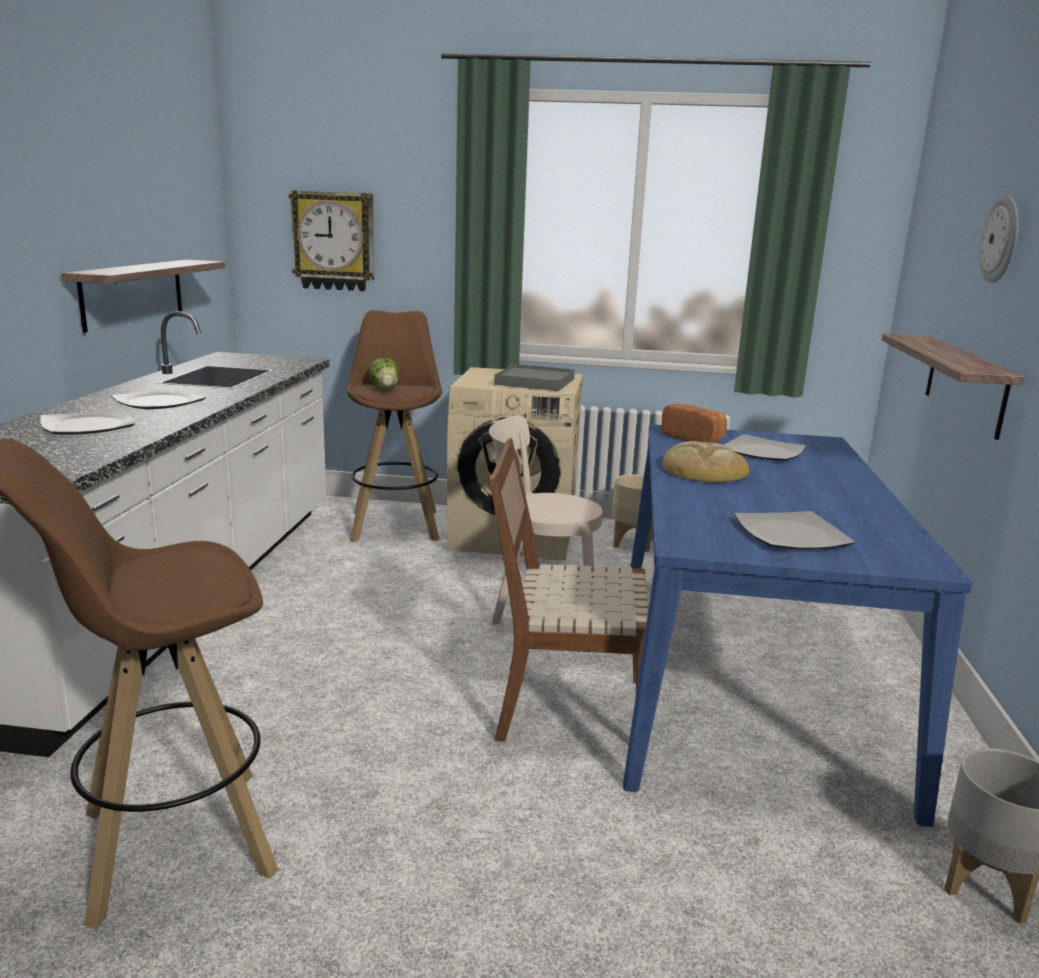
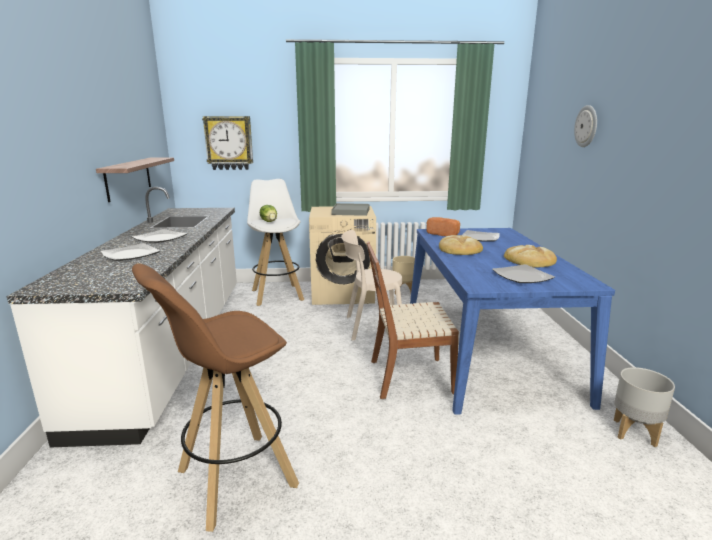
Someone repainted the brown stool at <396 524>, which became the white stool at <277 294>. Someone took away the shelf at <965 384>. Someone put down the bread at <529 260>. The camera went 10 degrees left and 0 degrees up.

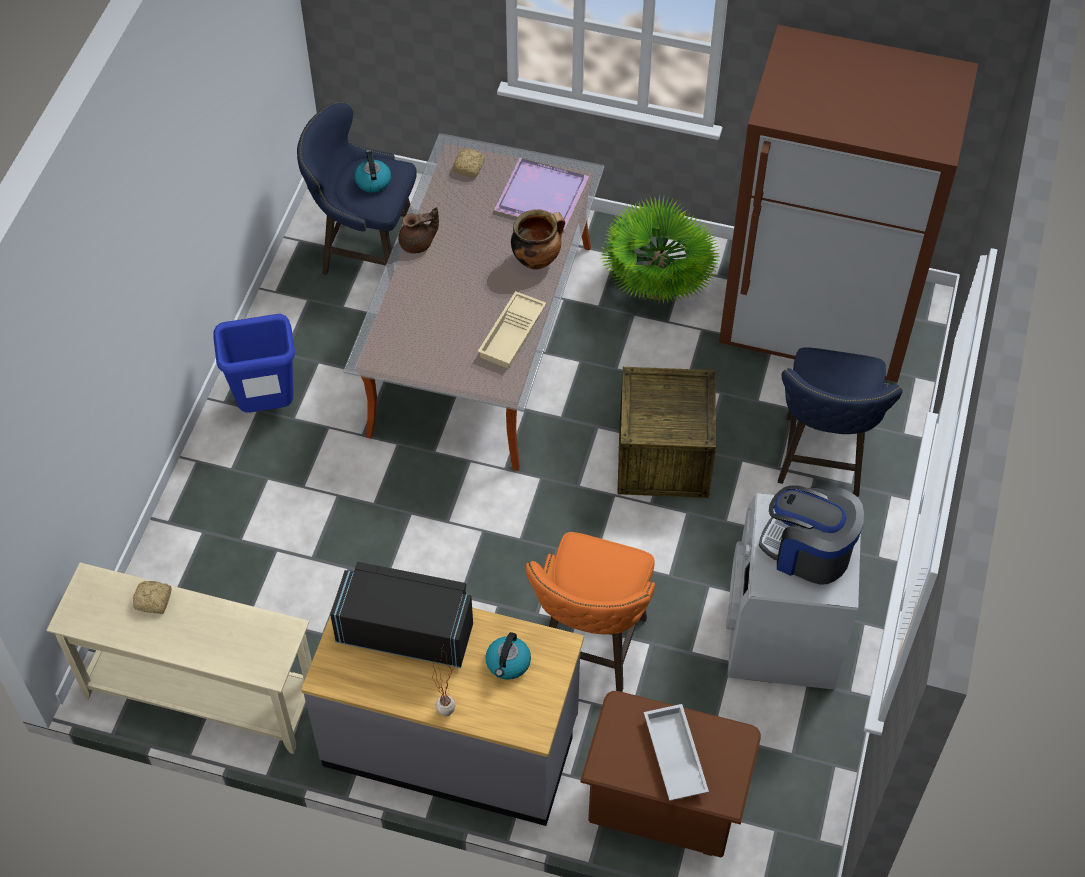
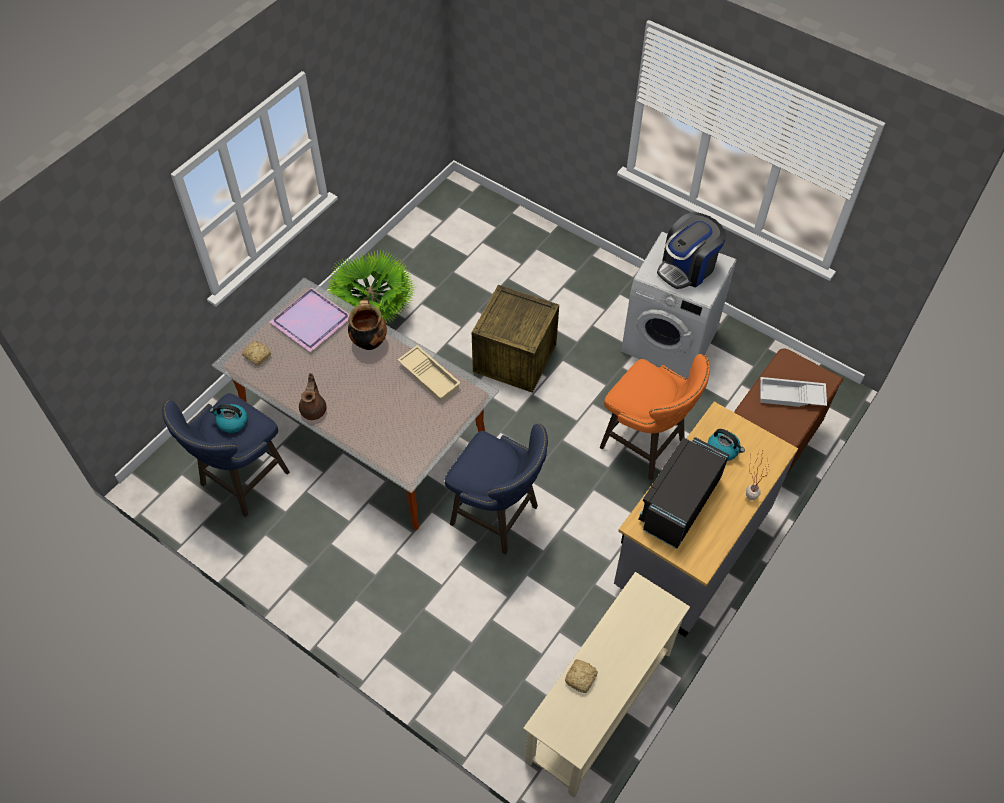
Someone took away the brown fridge at <820 315>. Someone took away the blue trash can at <266 406>. Someone carried the blue stool from <821 460> to <498 517>. The camera went 70 degrees left and 0 degrees up.

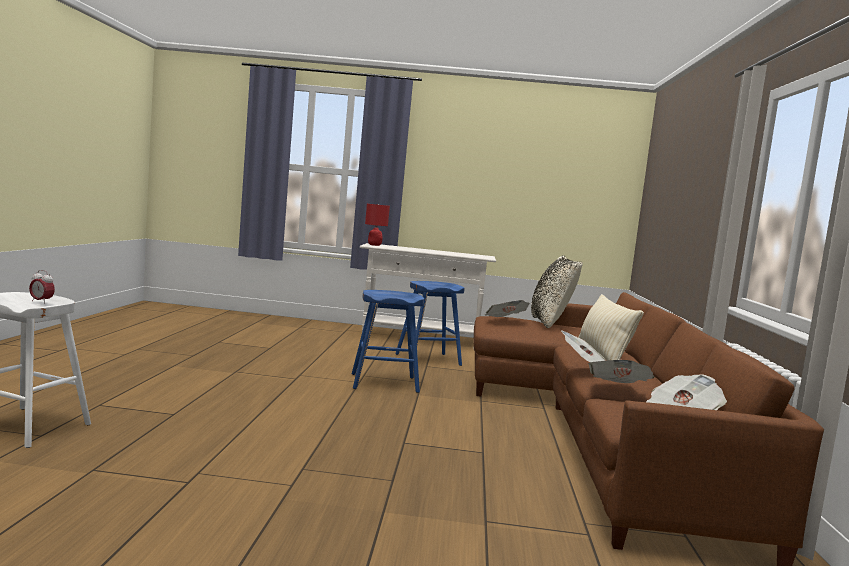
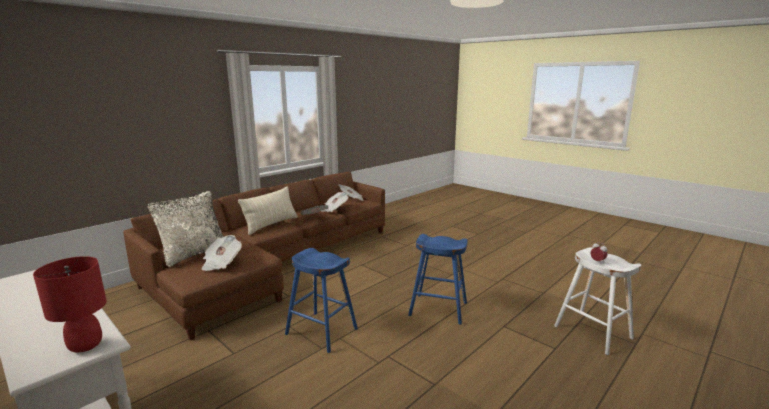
Someone carried the blue stool from <427 360> to <438 309>. The camera went 140 degrees left and 10 degrees up.

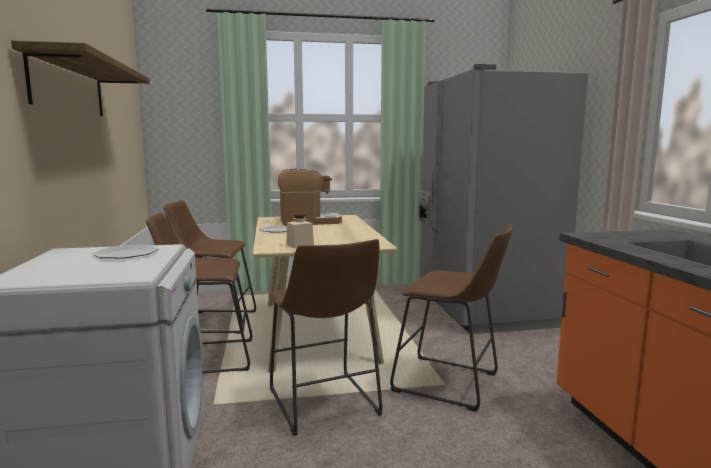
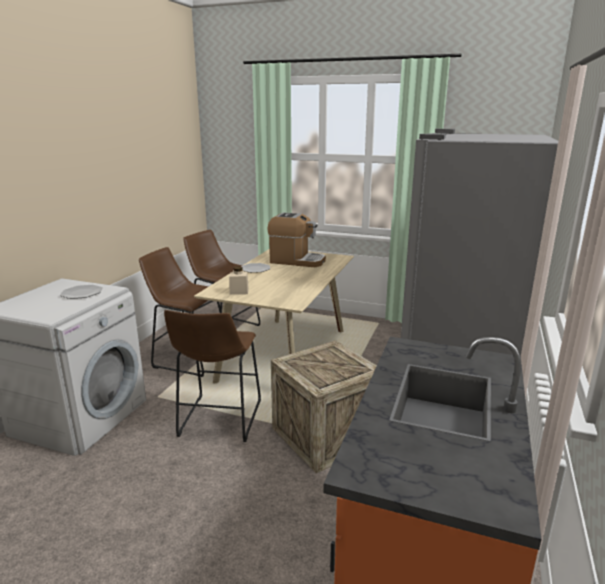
Someone took away the shelf at <69 87>. Someone swapped the brown stool at <451 384> for the crate at <326 435>. The camera went 30 degrees right and 10 degrees up.

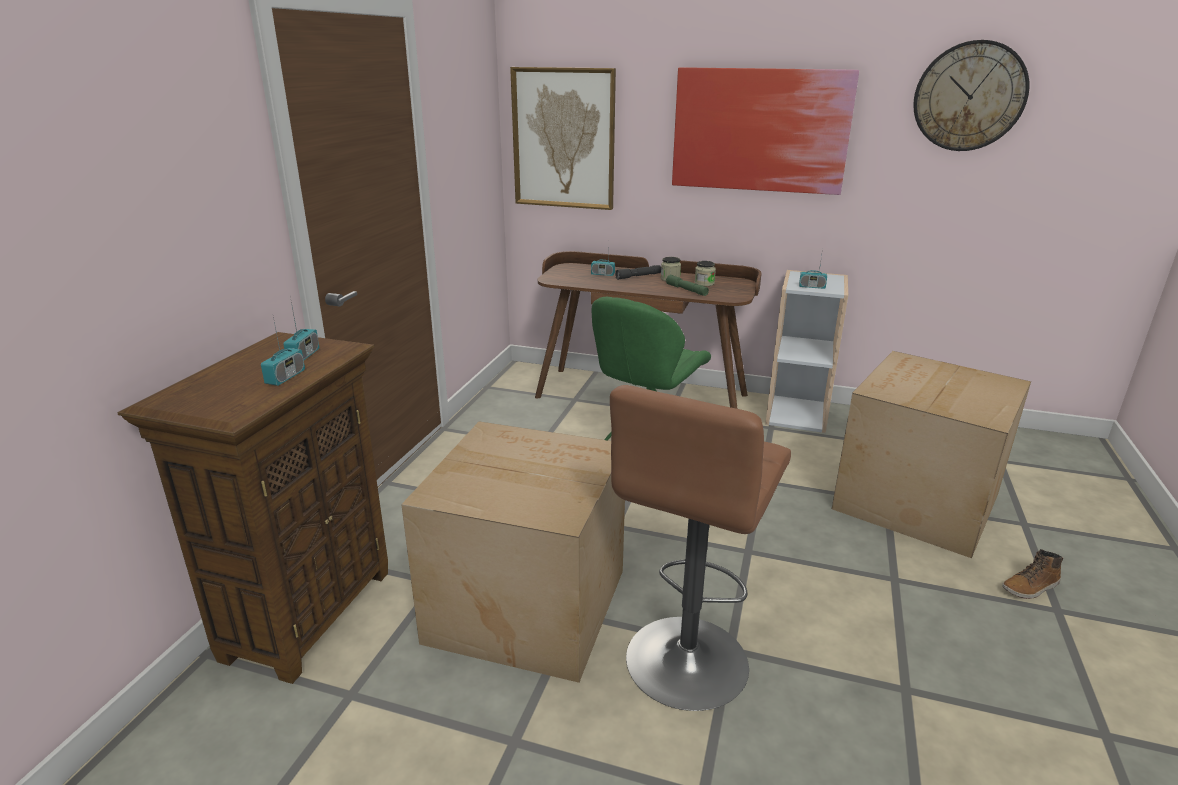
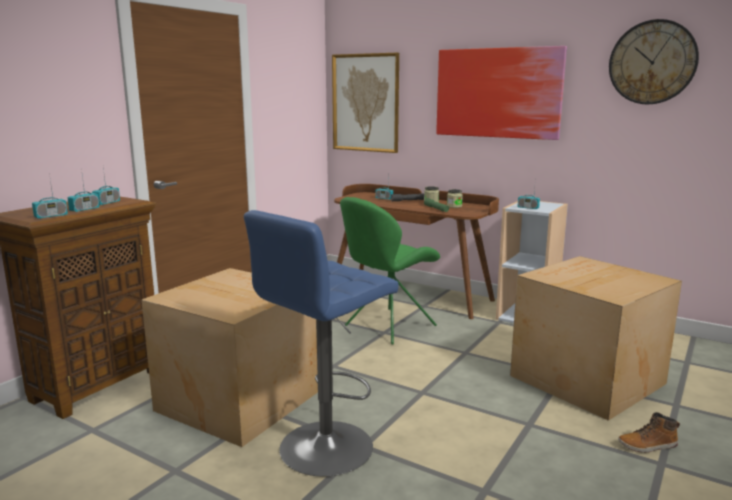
Someone repainted the brown stool at <685 662>, which became the blue stool at <325 447>. Someone put down the radio at <51 216>. The camera went 15 degrees right and 10 degrees down.

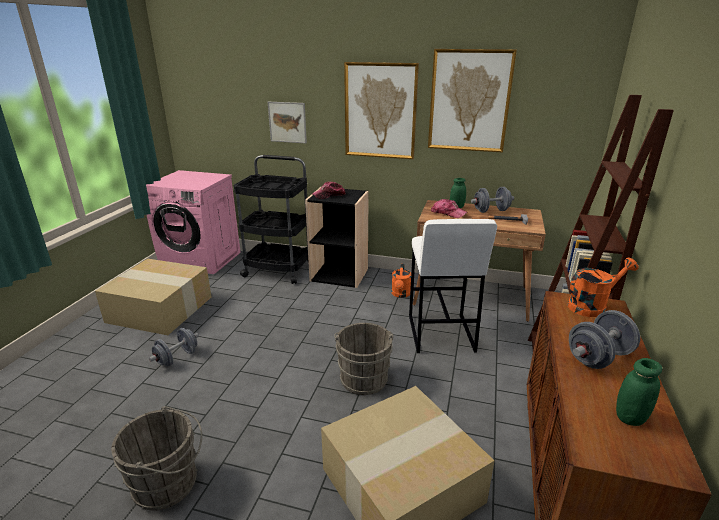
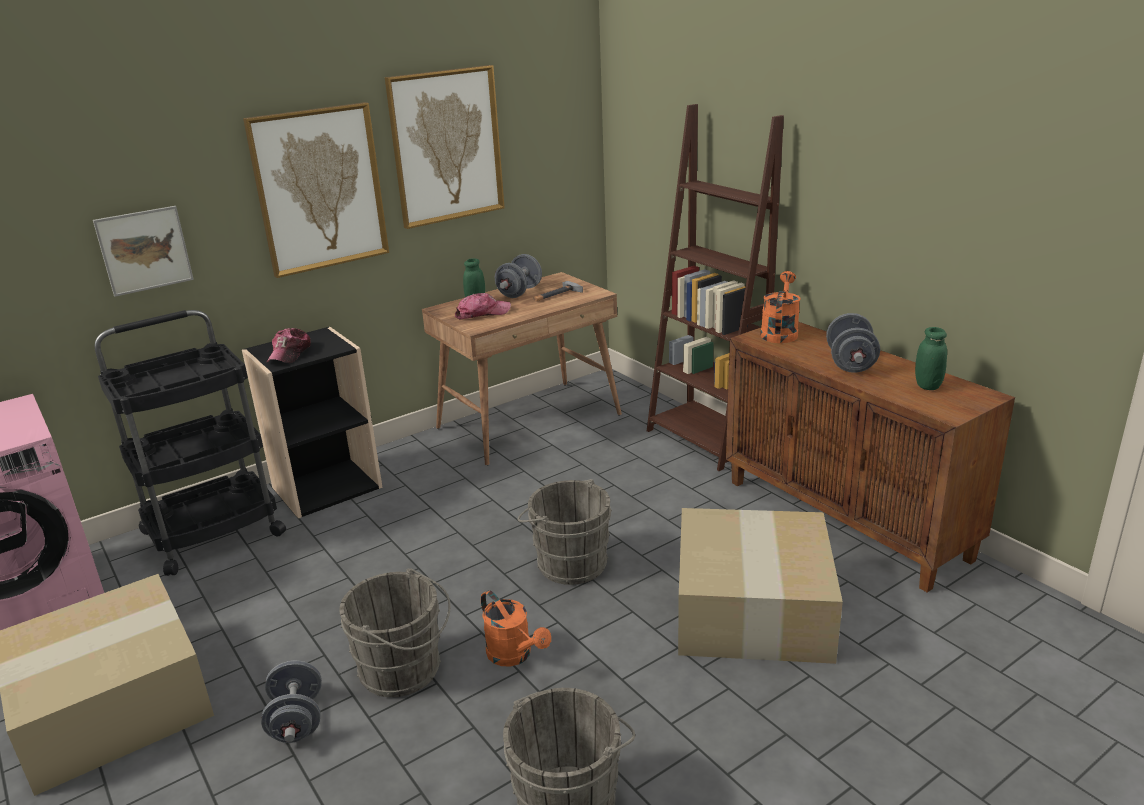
Someone took away the white stool at <441 334>. Someone carried the orange watering can from <400 294> to <514 655>. Someone put down the grey bucket at <405 670>. The camera went 50 degrees left and 0 degrees up.

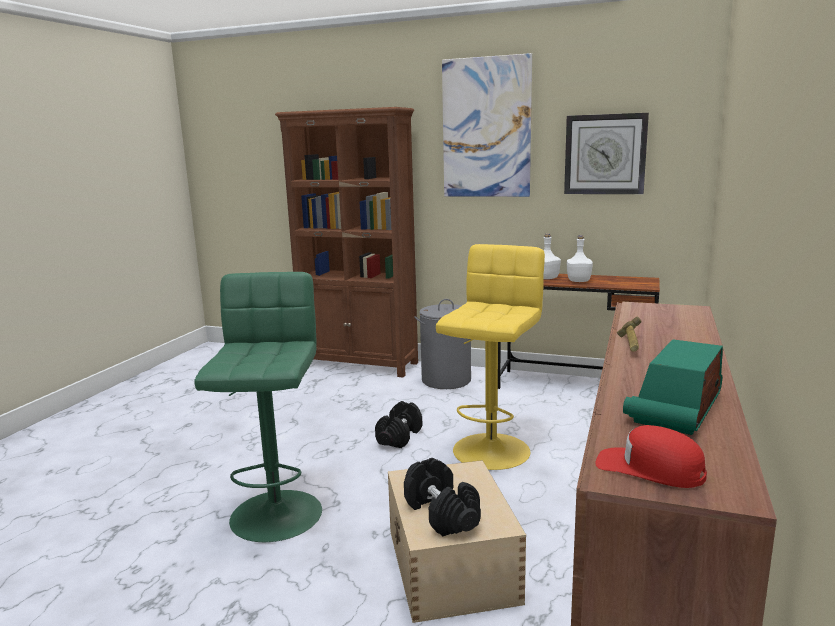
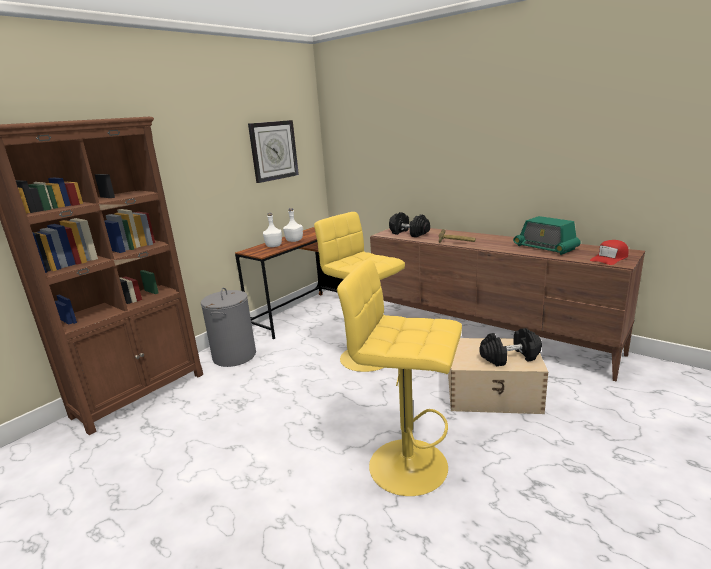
Someone took away the picture at <486 128>. Someone repainted the green stool at <277 515>, which became the yellow stool at <407 465>. Someone carried the black dumbbell from <399 437> to <409 233>. The camera went 70 degrees left and 5 degrees up.

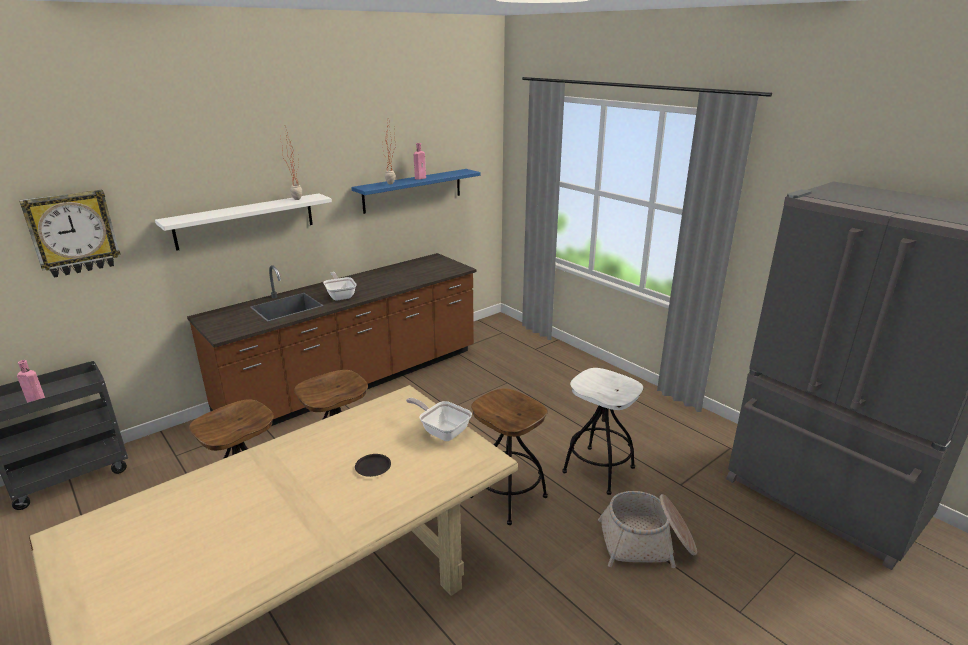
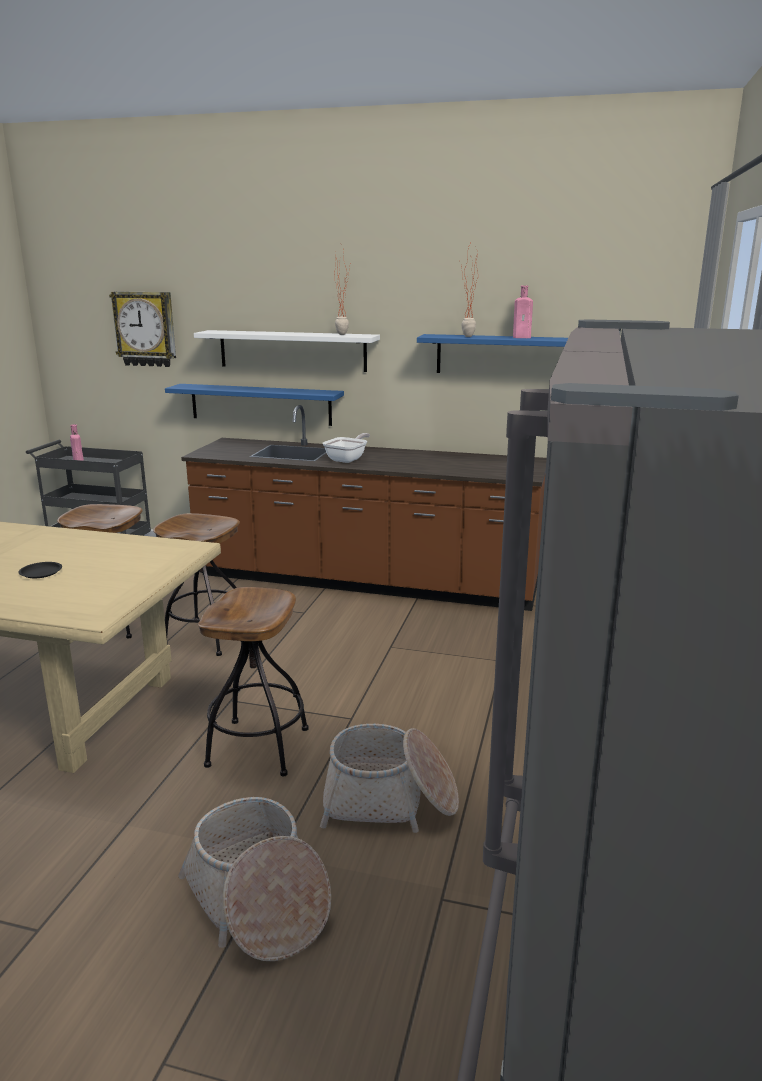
Someone swapped the white stool at <599 469> for the basket at <390 800>. Someone took away the frying pan at <442 431>. Someone put up the blue shelf at <260 404>. The camera went 55 degrees right and 5 degrees down.

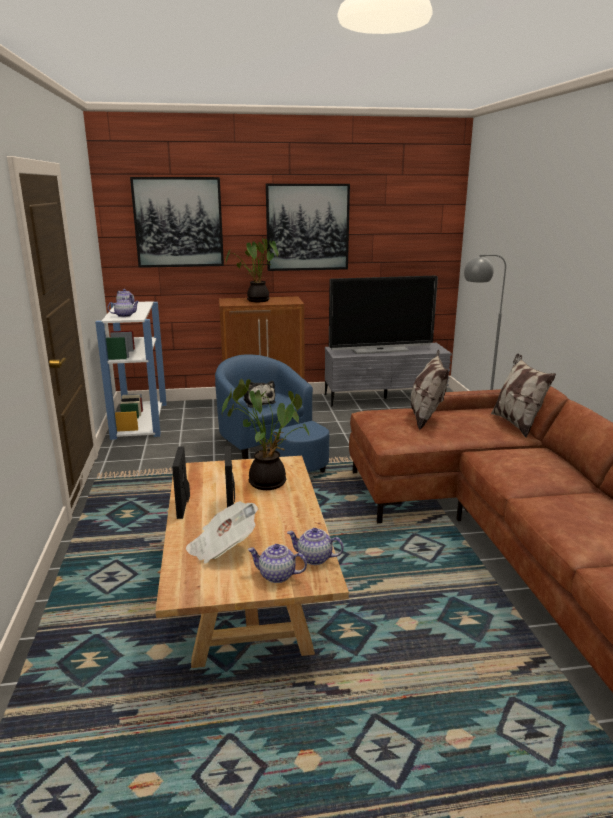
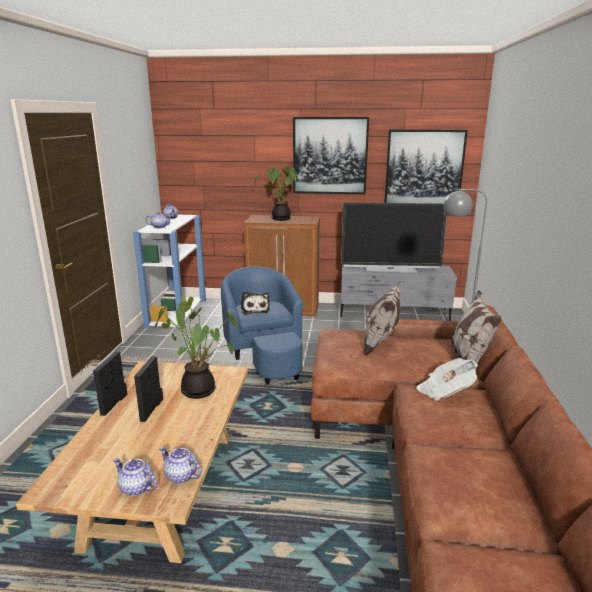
Someone carried the picture from <178 222> to <424 168>. Someone carried the newspaper from <222 548> to <445 391>. The camera went 15 degrees right and 0 degrees up.

